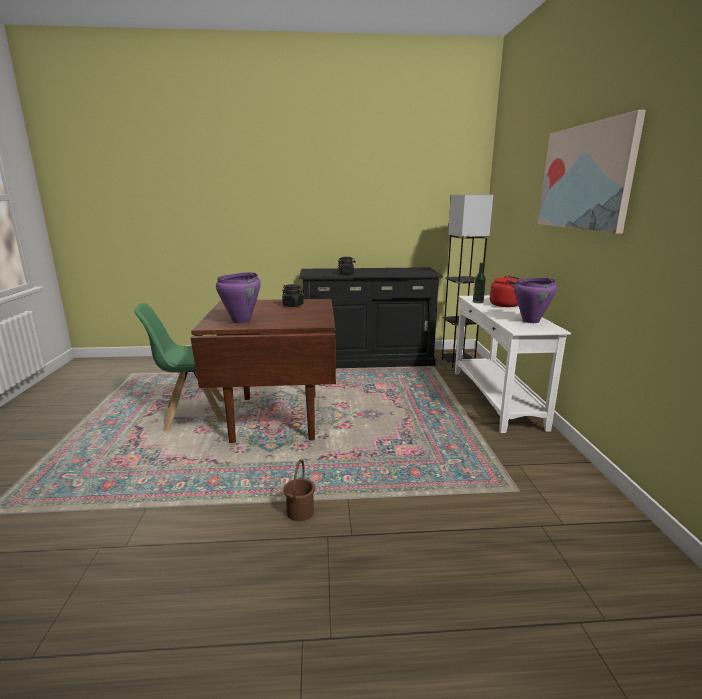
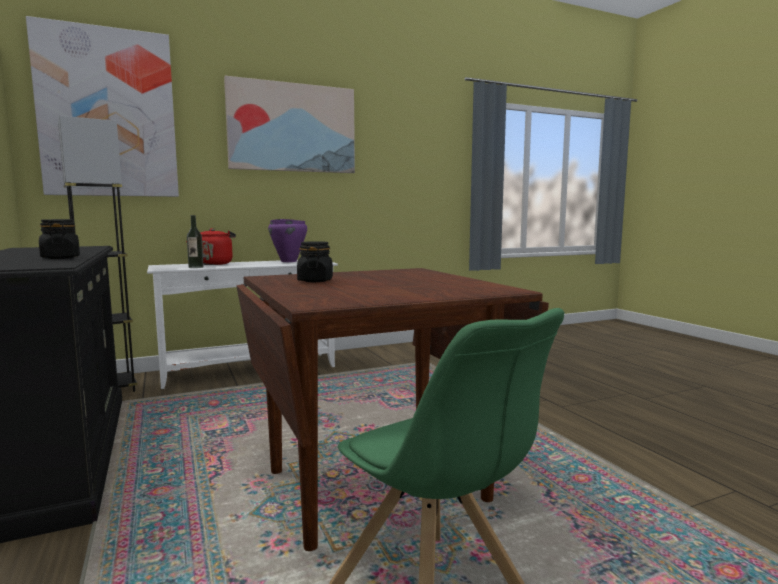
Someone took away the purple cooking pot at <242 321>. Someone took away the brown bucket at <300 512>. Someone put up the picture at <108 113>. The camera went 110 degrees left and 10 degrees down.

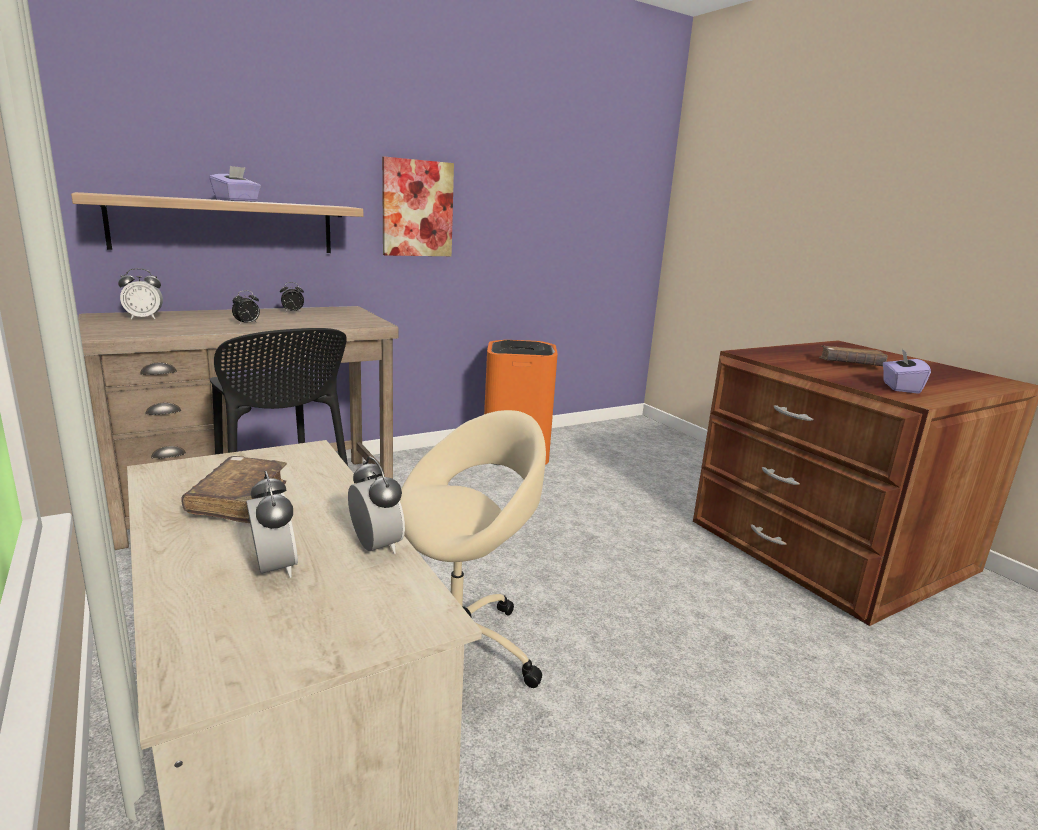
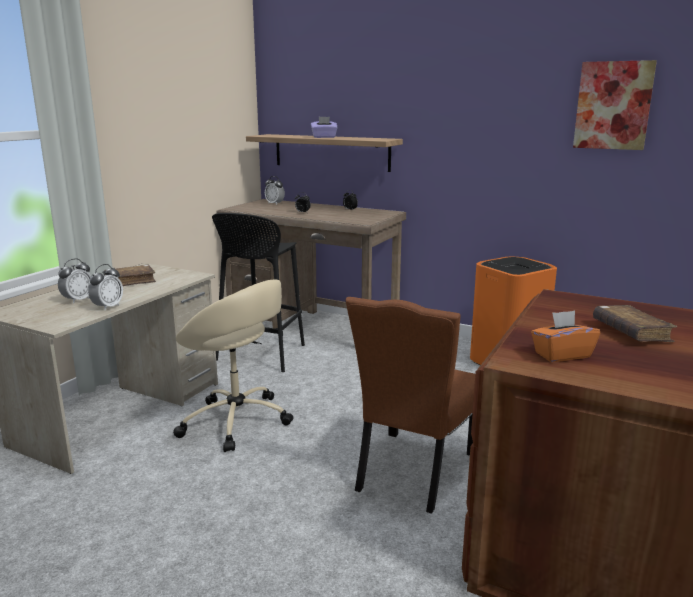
Someone carried the picture from <417 208> to <613 105>. Someone repainted the purple tissue box at <900 387>, which became the orange tissue box at <561 355>. Someone put down the brown chair at <415 469>. The camera went 60 degrees right and 0 degrees up.

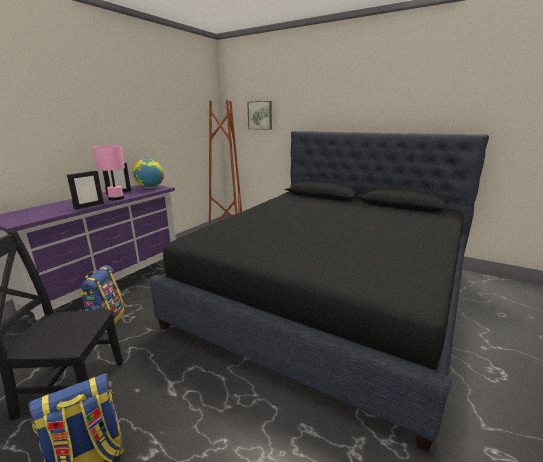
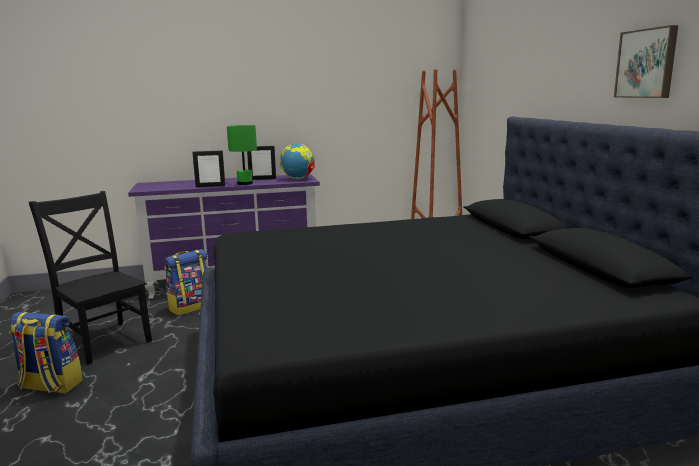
Someone carried the picture from <260 115> to <647 63>. Someone repainted the pink table lamp at <116 198>, which became the green table lamp at <244 183>. The camera went 45 degrees right and 5 degrees down.

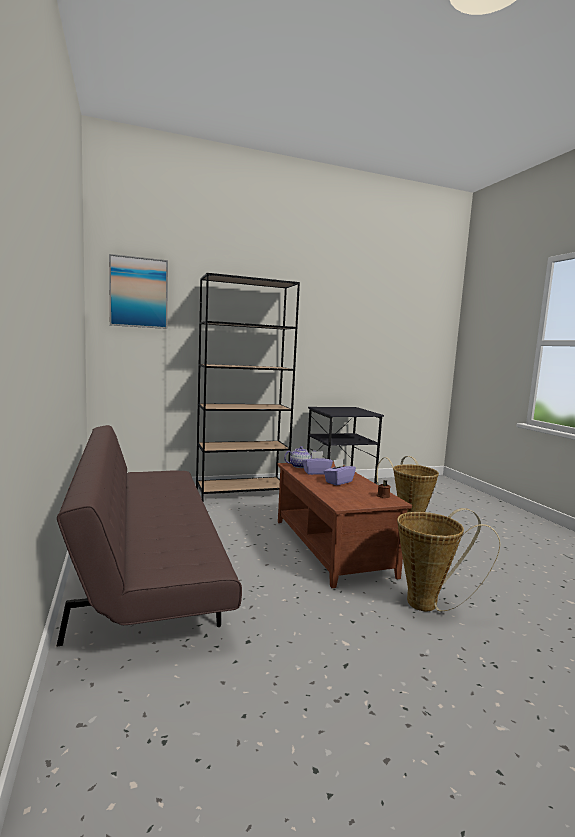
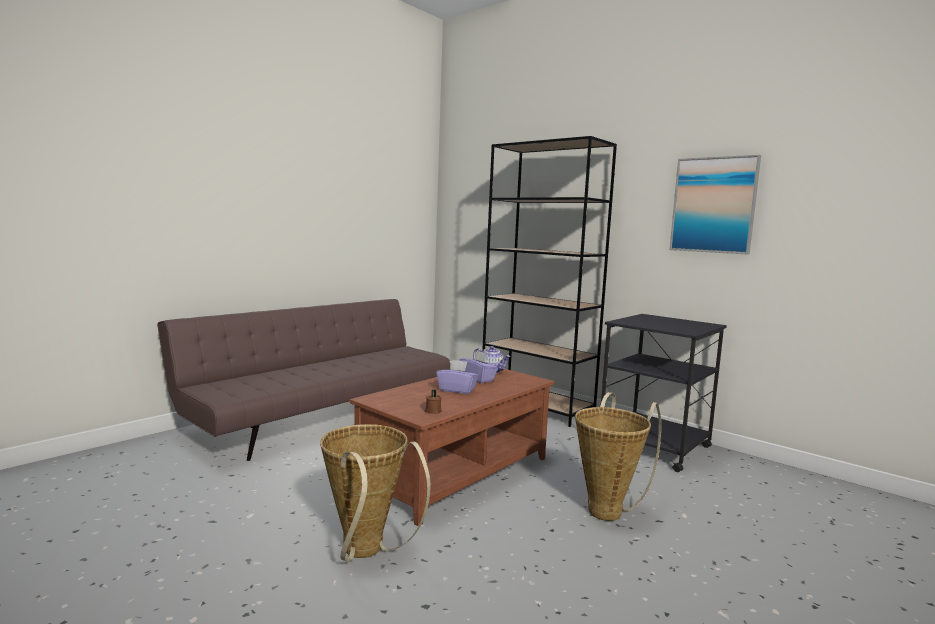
Someone carried the picture from <139 292> to <713 205>. The camera went 60 degrees right and 0 degrees up.

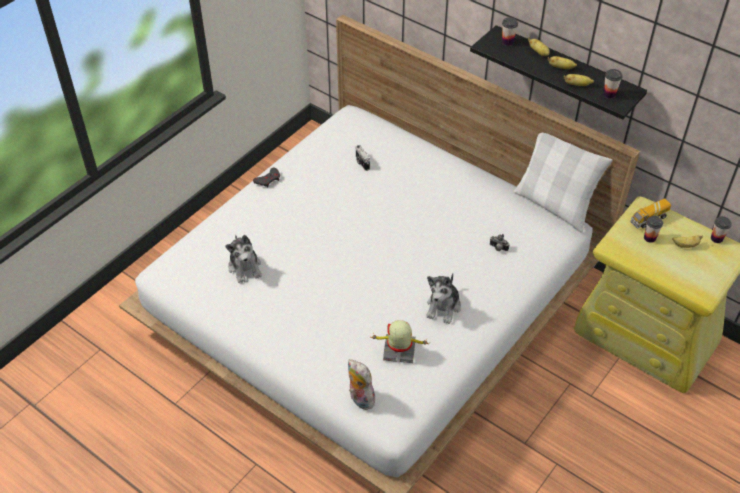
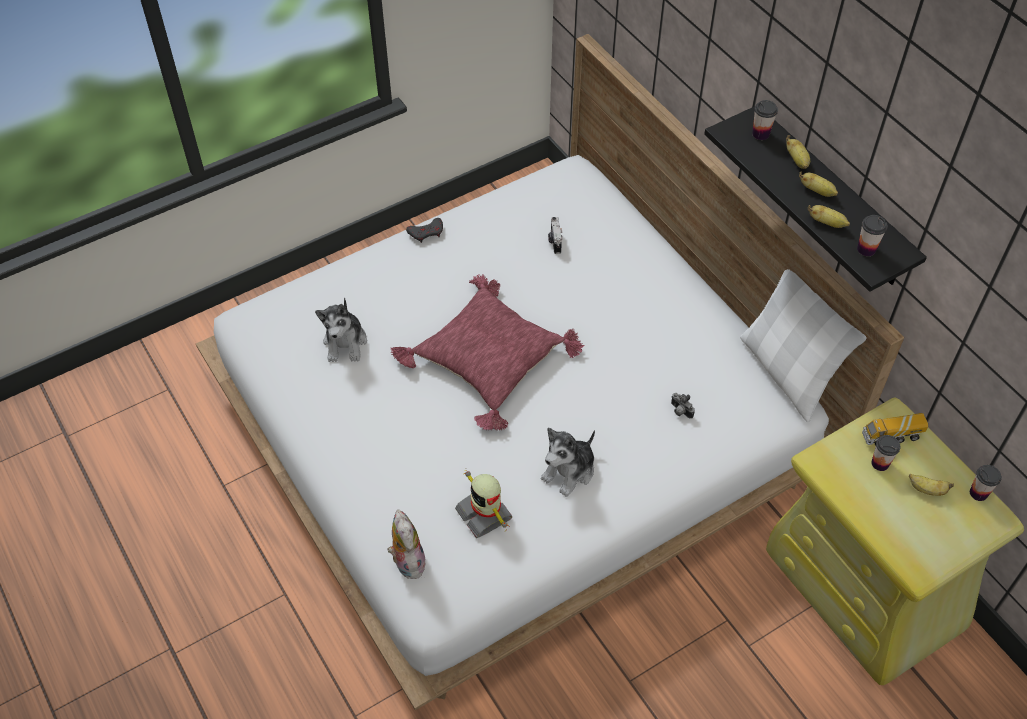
Someone rotated the toy robot at <399 351> by 150 degrees counterclockwise. Someone put down the red pillow at <488 356>. The camera went 20 degrees right and 5 degrees up.

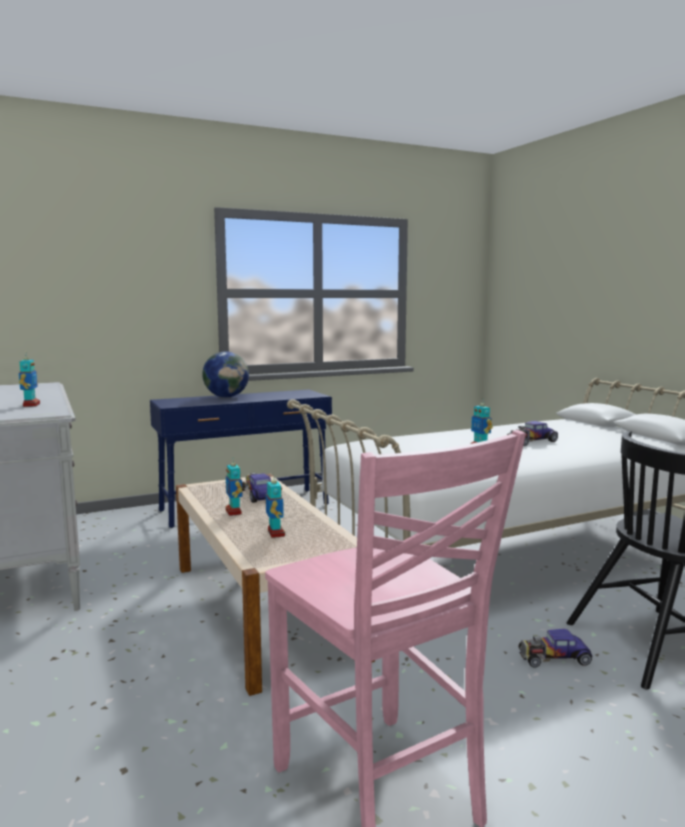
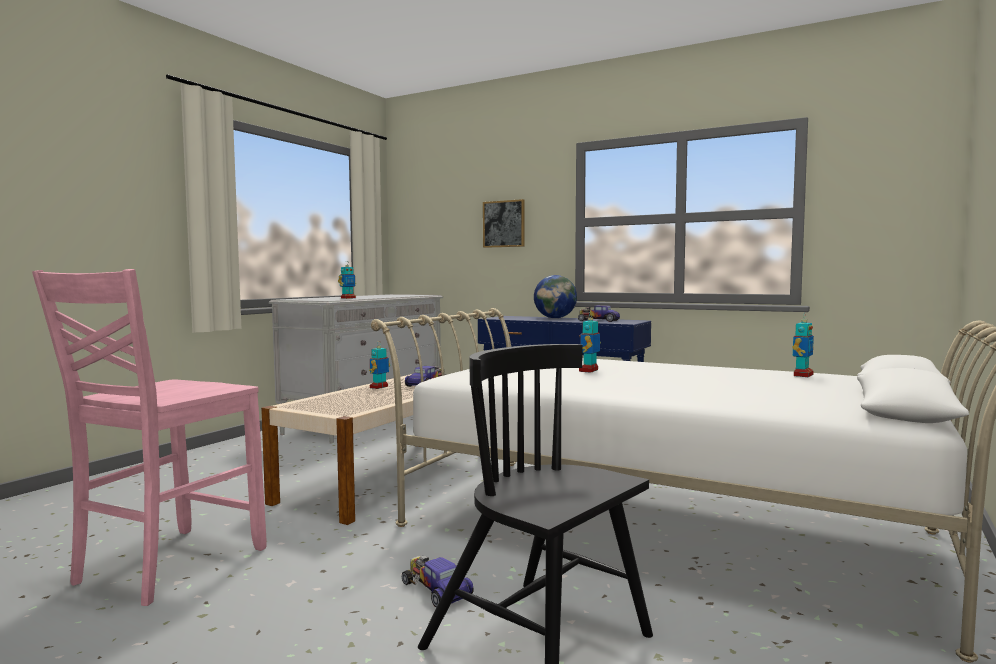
Someone carried the toy car from <531 441> to <598 320>. Someone carried the toy robot from <275 533> to <802 375>. Someone put up the picture at <504 224>. The camera went 55 degrees right and 5 degrees down.

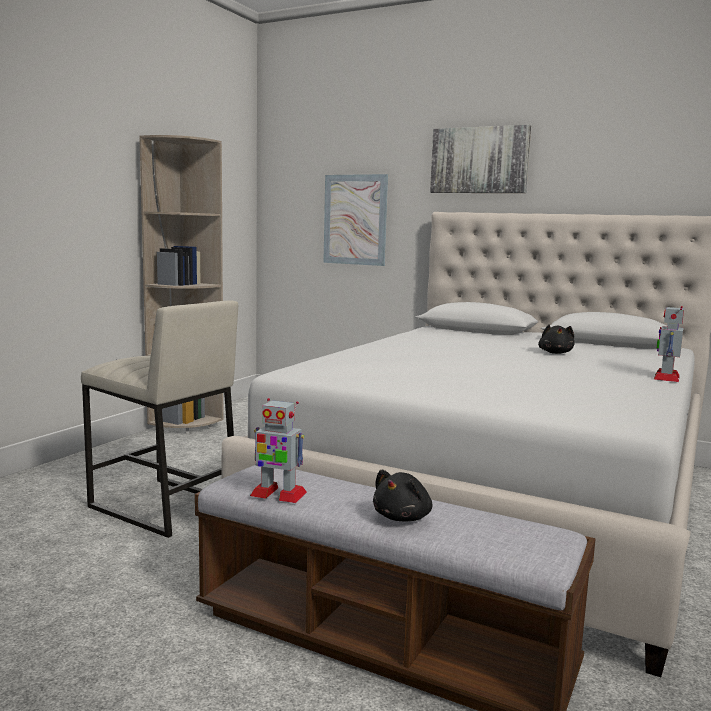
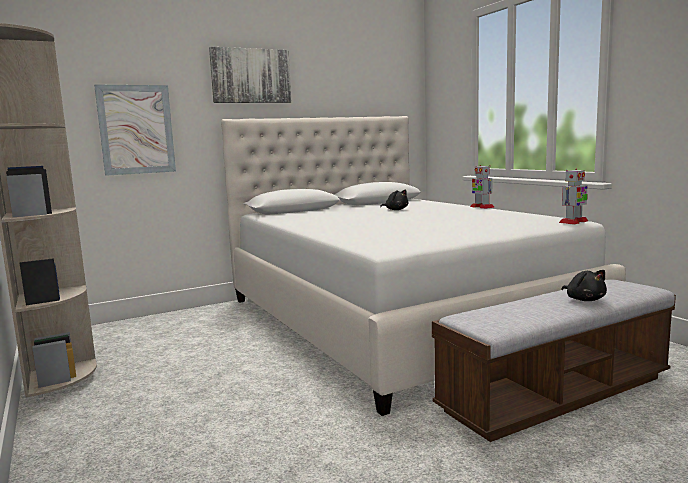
Someone took away the beige stool at <164 506>. Someone carried the toy robot from <277 494> to <573 222>. The camera went 55 degrees left and 0 degrees up.

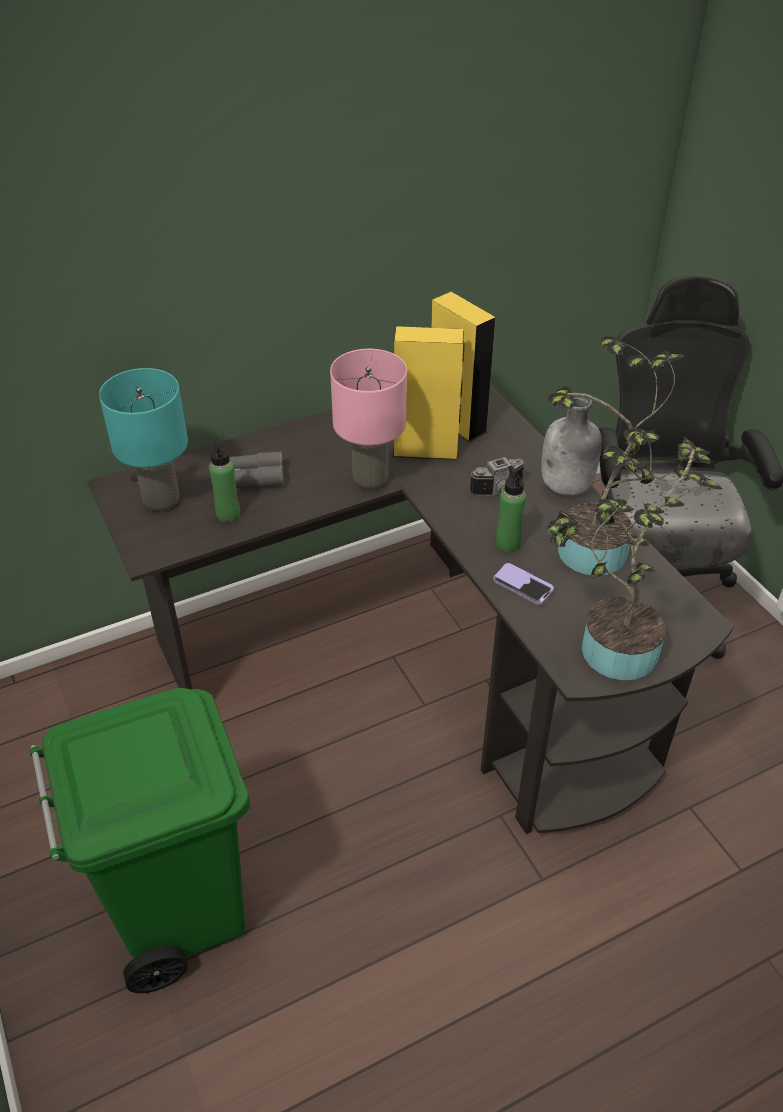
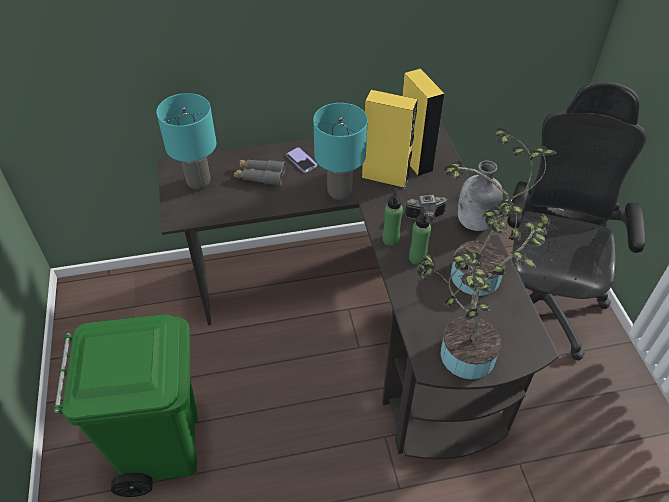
Someone repainted the pink table lamp at <372 479>, which became the turquoise table lamp at <341 192>. Someone carried the green bottle from <228 514> to <390 239>. Someone carried the phone from <523 585> to <301 161>. The camera went 15 degrees right and 5 degrees up.

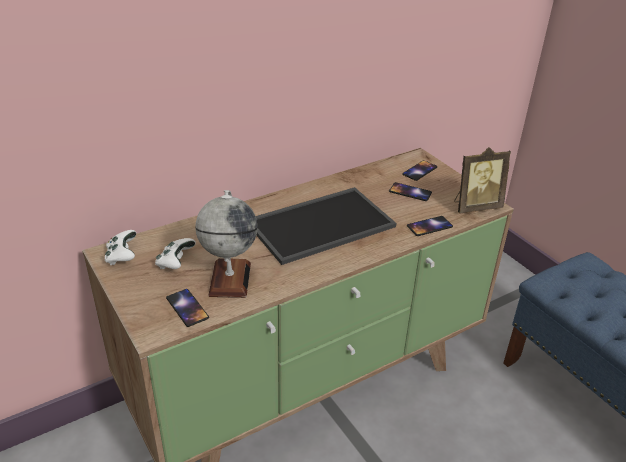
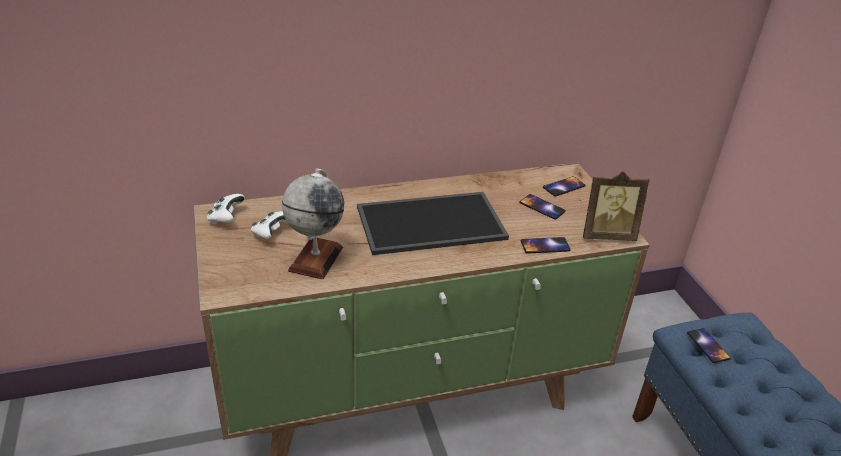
Someone carried the phone from <187 308> to <708 345>. The camera went 15 degrees right and 0 degrees up.

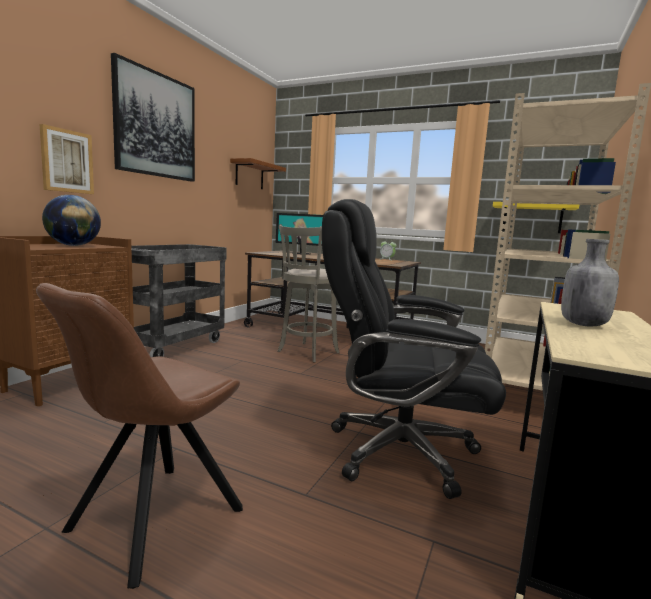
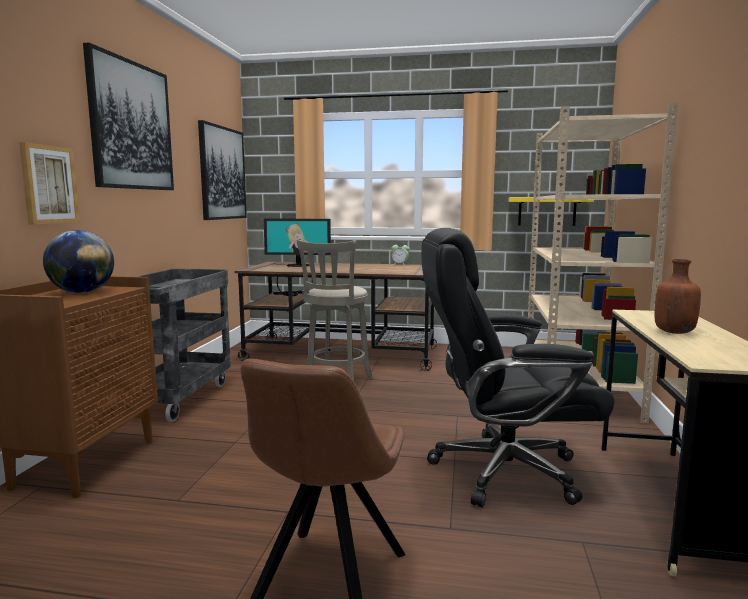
Someone swapped the brown shelf at <249 175> for the picture at <222 173>. Someone repainted the grey bottle at <583 324>, which became the brown bottle at <674 332>. The camera went 15 degrees left and 0 degrees up.

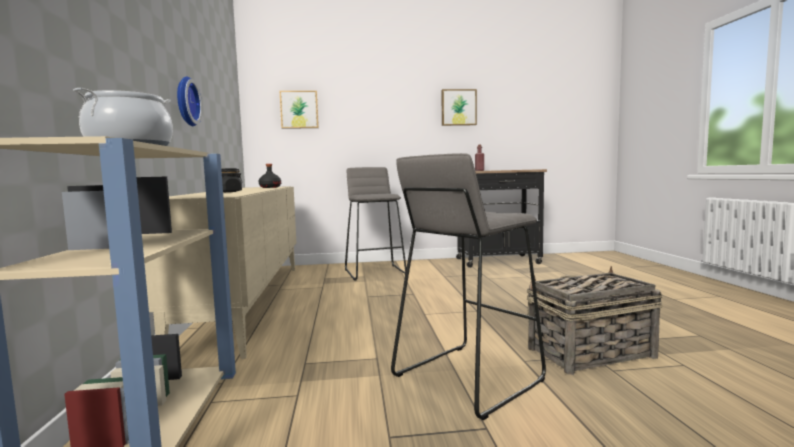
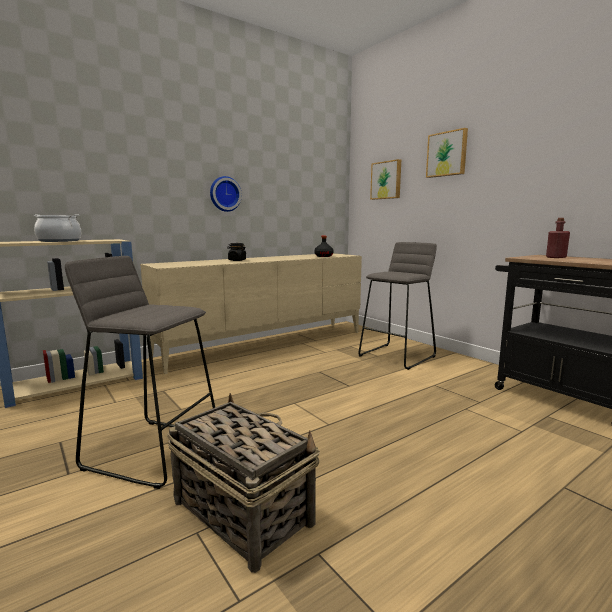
Someone carried the picture from <458 107> to <447 154>. The camera went 60 degrees right and 5 degrees up.

